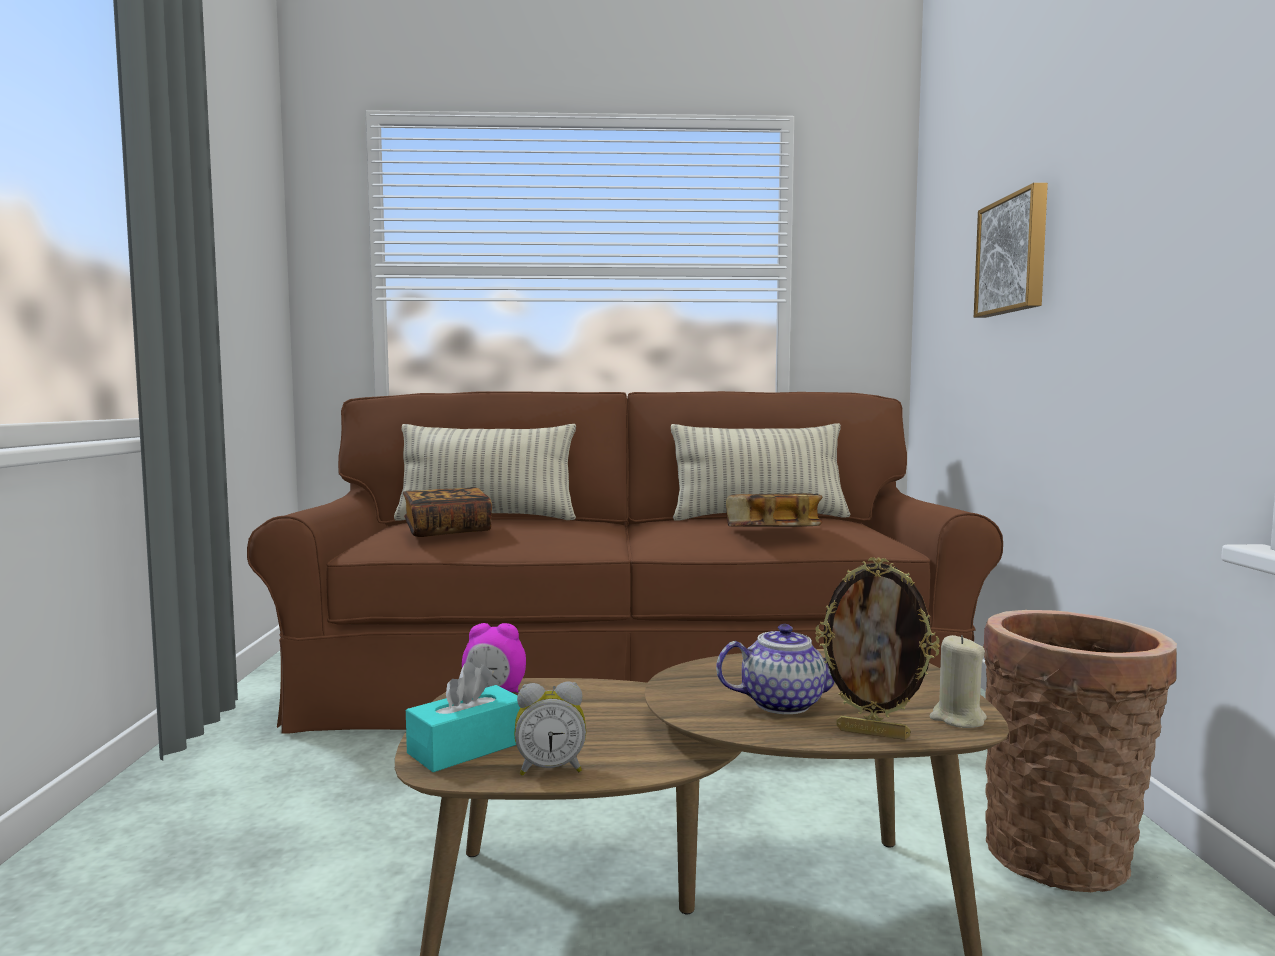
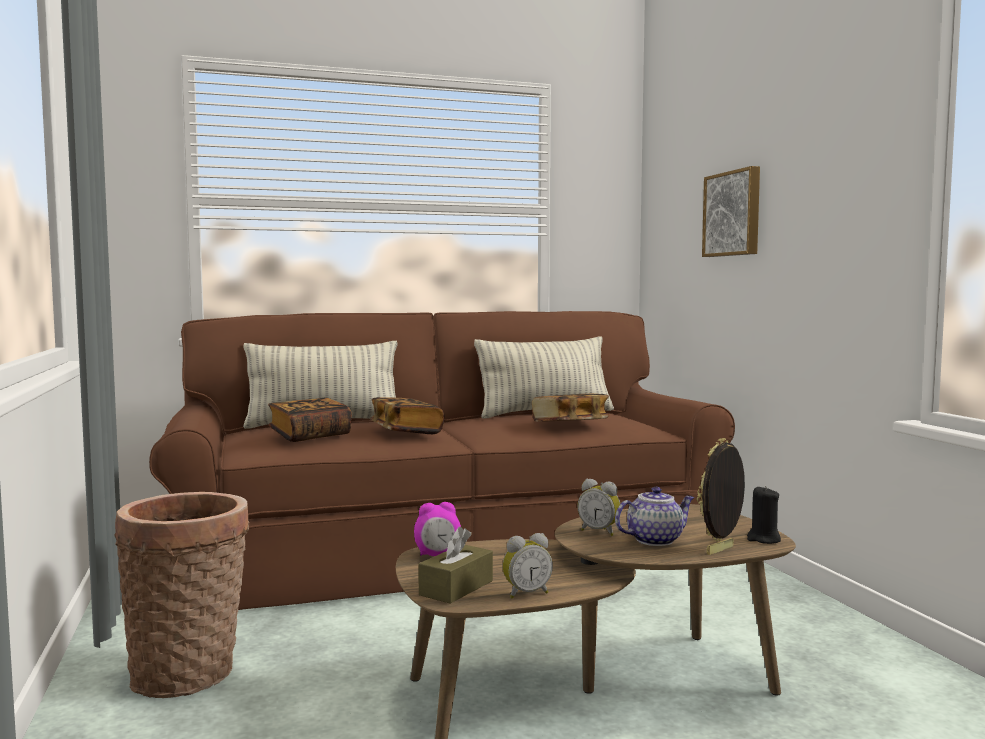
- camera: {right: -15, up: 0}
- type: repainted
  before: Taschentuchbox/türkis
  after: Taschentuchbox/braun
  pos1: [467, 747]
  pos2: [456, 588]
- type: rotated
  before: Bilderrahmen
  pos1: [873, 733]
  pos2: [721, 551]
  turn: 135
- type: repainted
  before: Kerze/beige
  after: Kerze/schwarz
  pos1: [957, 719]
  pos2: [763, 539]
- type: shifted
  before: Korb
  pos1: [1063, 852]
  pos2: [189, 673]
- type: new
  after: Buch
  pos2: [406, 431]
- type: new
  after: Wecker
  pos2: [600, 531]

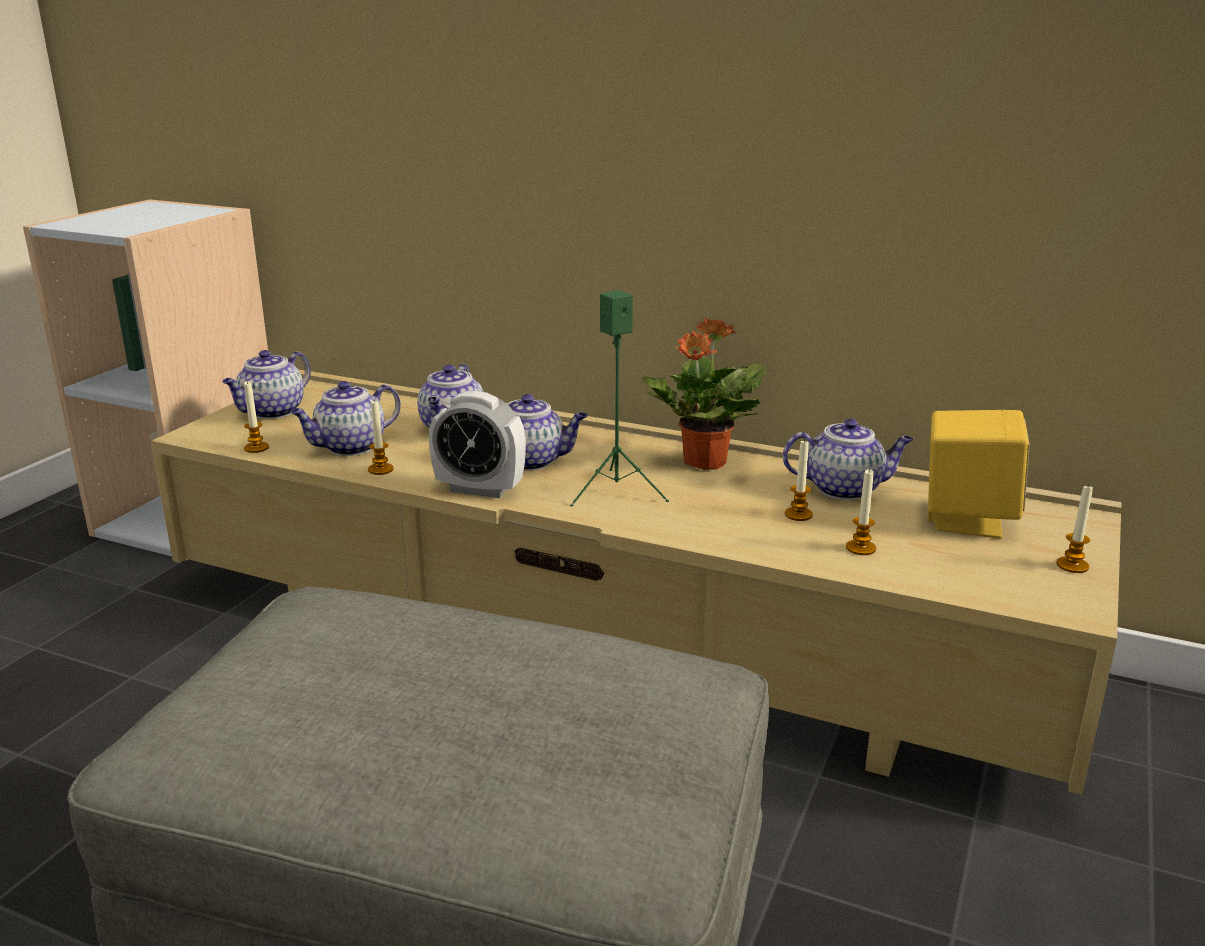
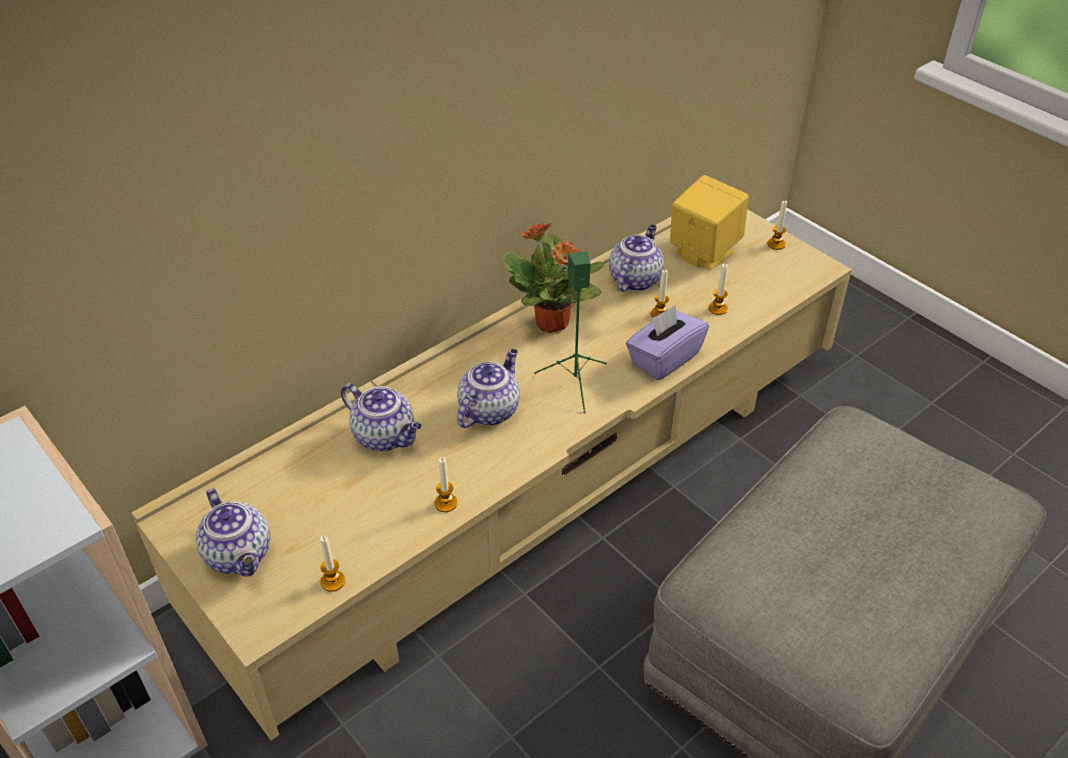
- camera: {right: -65, up: 20}
- type: gone
  before: Teekanne
  pos1: [349, 447]
- type: gone
  before: Wecker
  pos1: [479, 489]
- type: new
  after: Taschentuchbox/lila
  pos2: [664, 359]

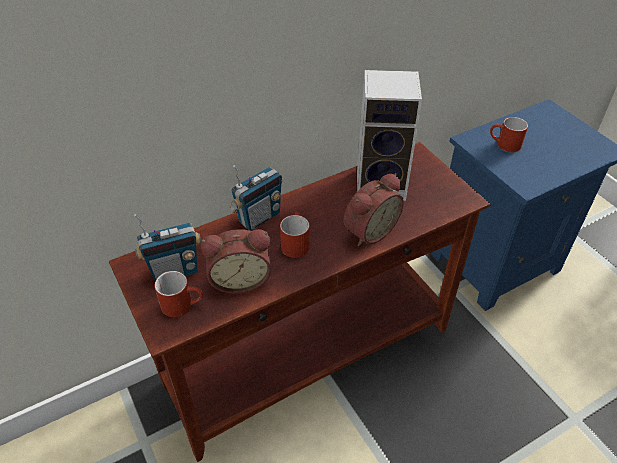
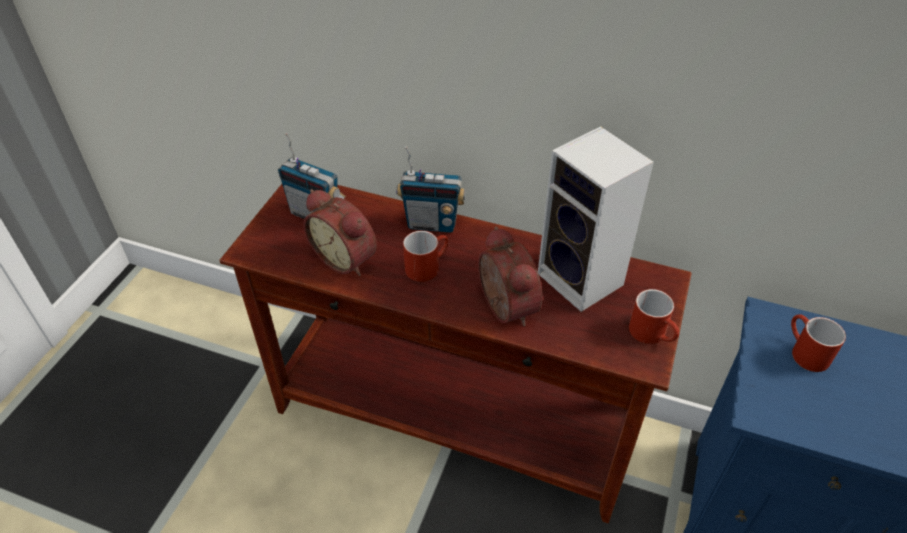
- camera: {right: 50, up: 0}
- type: shifted
  before: Henkelbecher/rot
  pos1: [183, 304]
  pos2: [653, 334]
- type: rotated
  before: Wecker
  pos1: [368, 230]
  pos2: [502, 308]
  turn: -120

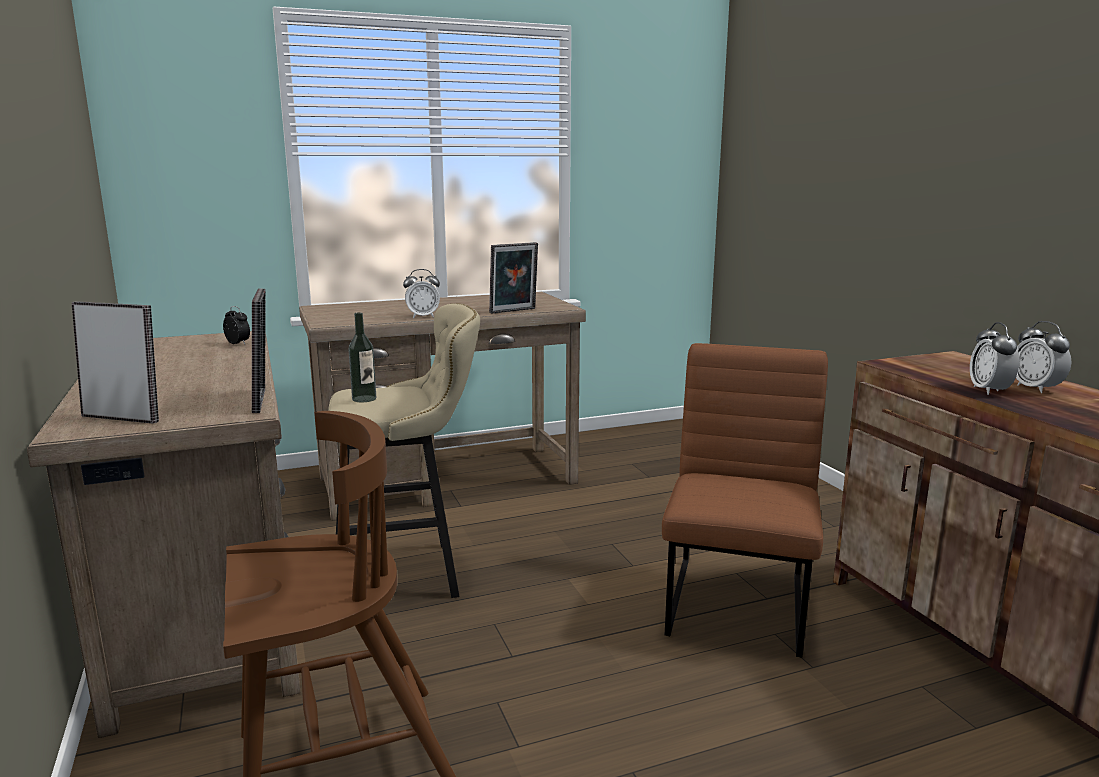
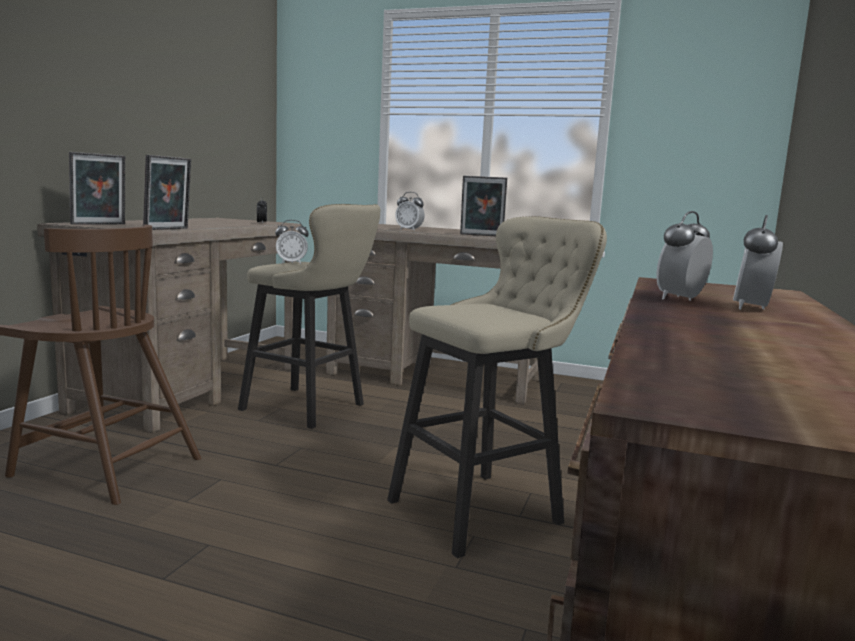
- camera: {right: 40, up: -5}
- type: rotated
  before: Bilderrahmen
  pos1: [124, 417]
  pos2: [99, 224]
  turn: 75
- type: swapped
  before: Flasche
  after: Wecker
  pos1: [364, 399]
  pos2: [291, 263]
- type: swapped
  before: Stuhl/braun
  after: Hocker/beige
  pos1: [738, 601]
  pos2: [490, 507]

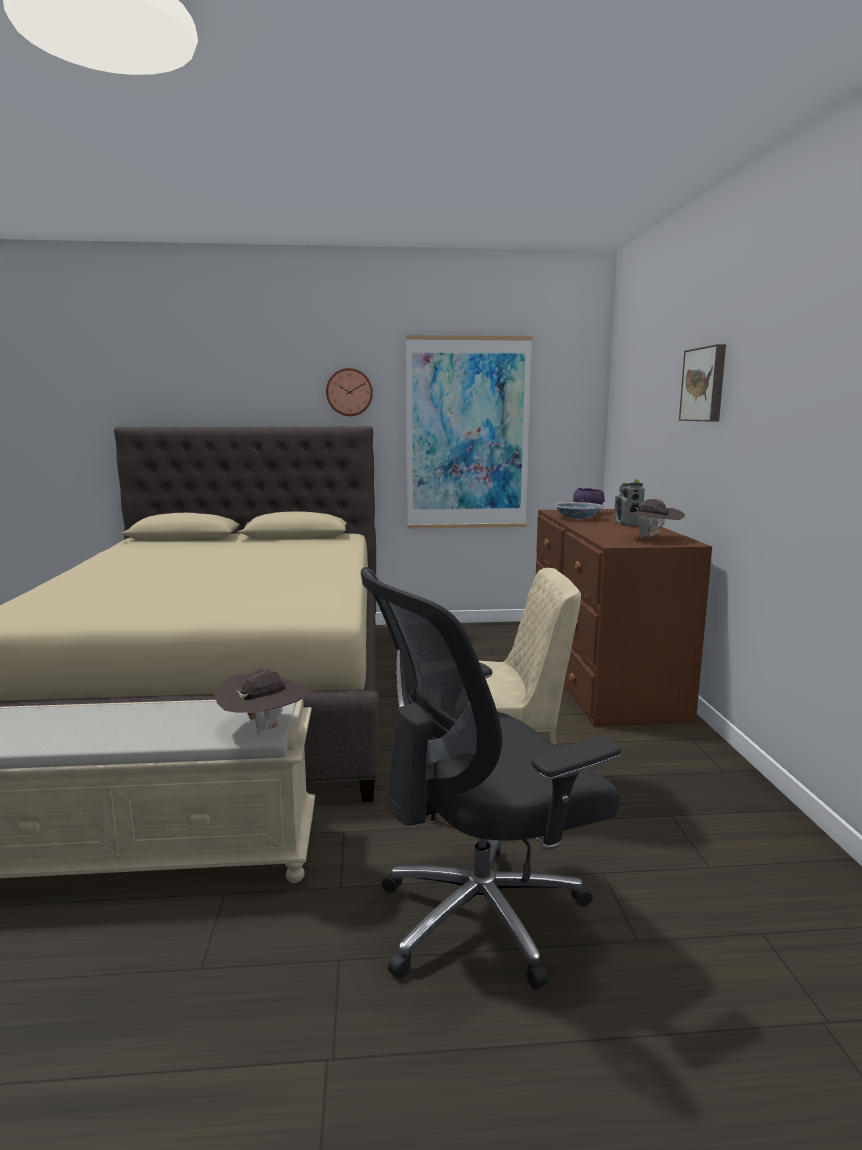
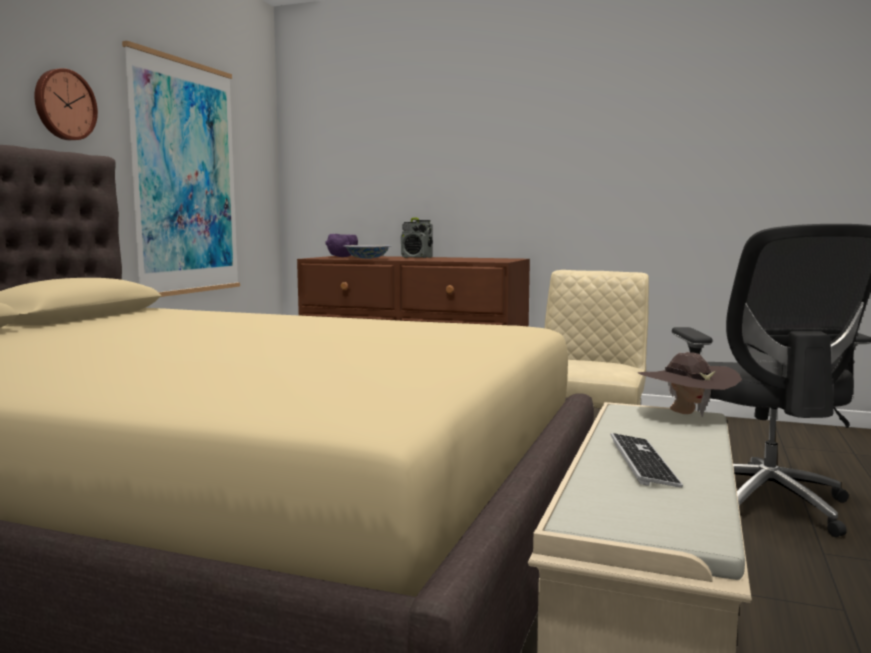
- camera: {right: -65, up: -5}
- type: gone
  before: Hut/braun
  pos1: [651, 539]
- type: gone
  before: Bild
  pos1: [705, 384]
- type: new
  after: Tastatur
  pos2: [643, 462]

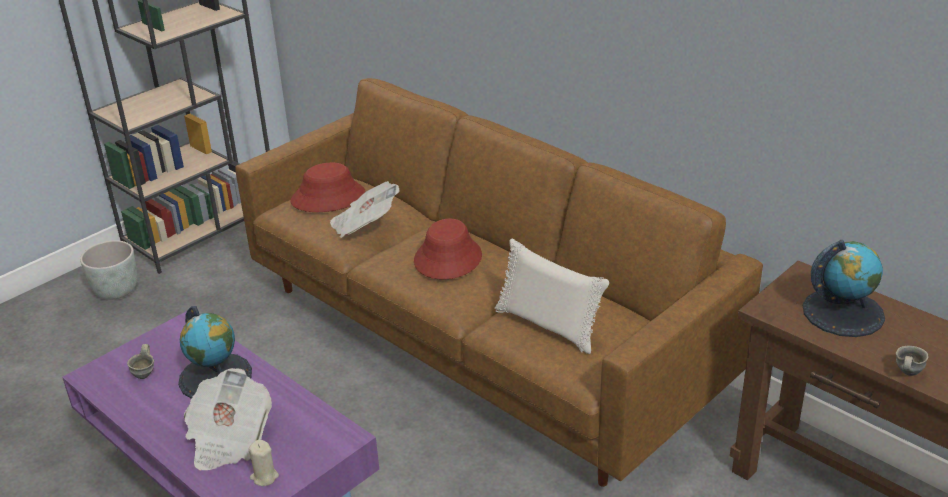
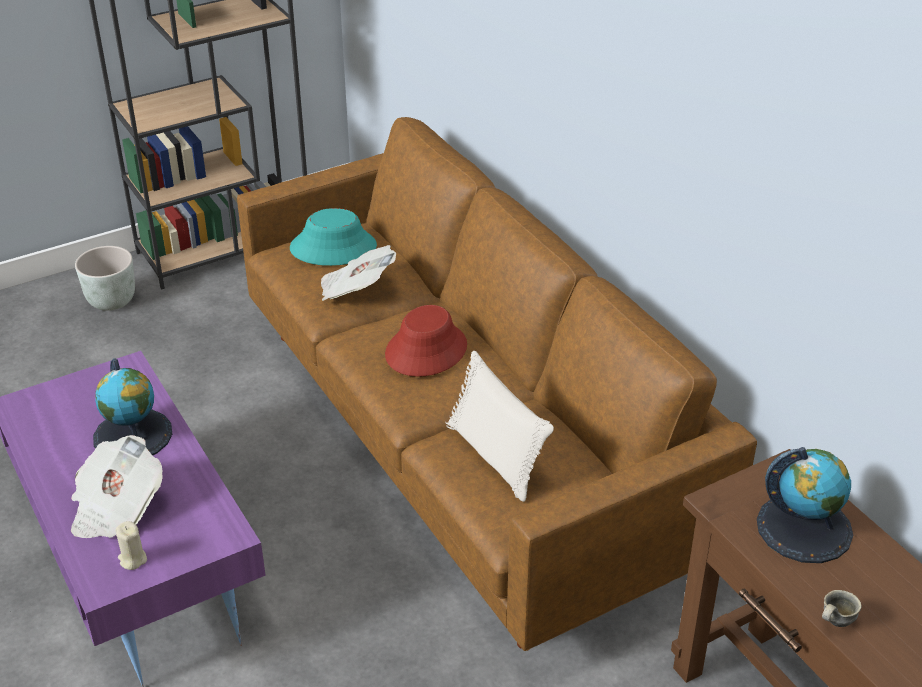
- camera: {right: 15, up: 5}
- type: gone
  before: Henkelbecher/grau
  pos1: [146, 374]
- type: repainted
  before: Hut/rot
  after: Hut/türkis
  pos1: [328, 197]
  pos2: [333, 247]

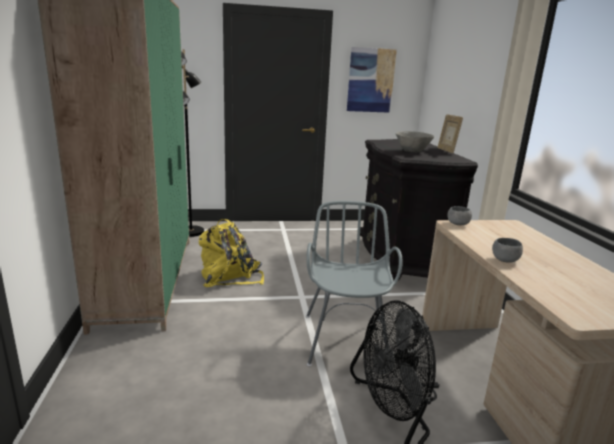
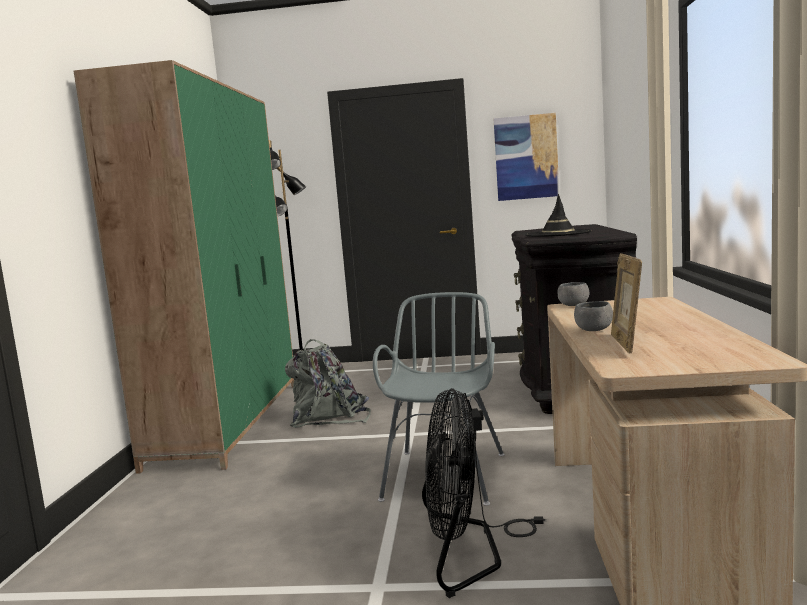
- camera: {right: 15, up: -10}
- type: repainted
  before: Rucksack/gelb
  after: Rucksack/grau
  pos1: [230, 277]
  pos2: [329, 417]
- type: swapped
  before: Schüssel/grau
  after: Hut/schwarz
  pos1: [412, 152]
  pos2: [558, 234]
- type: shifted
  before: Bilderrahmen
  pos1: [446, 151]
  pos2: [626, 344]

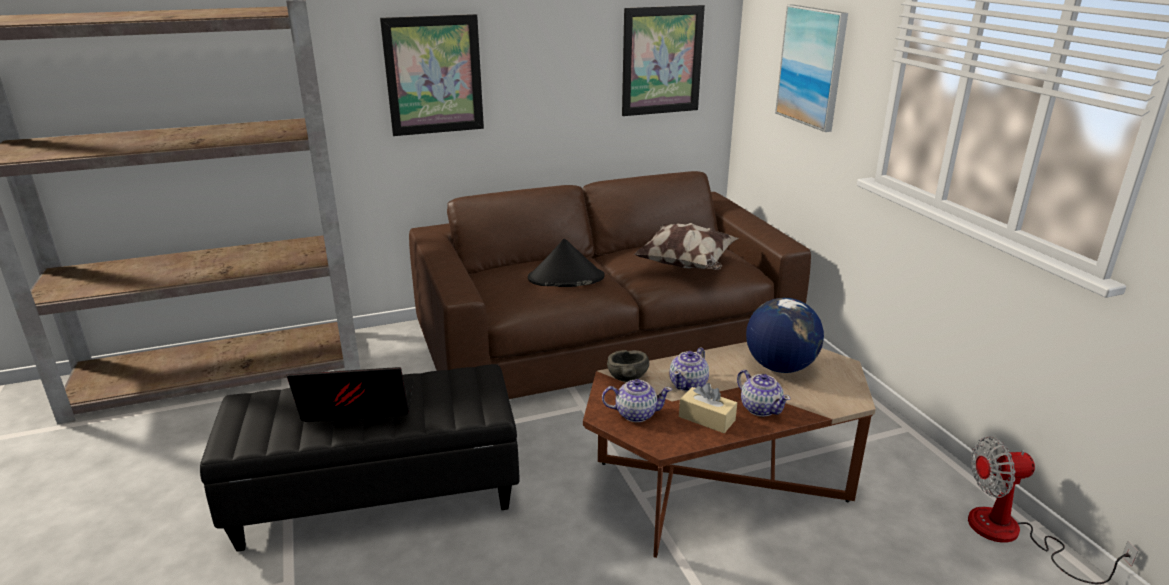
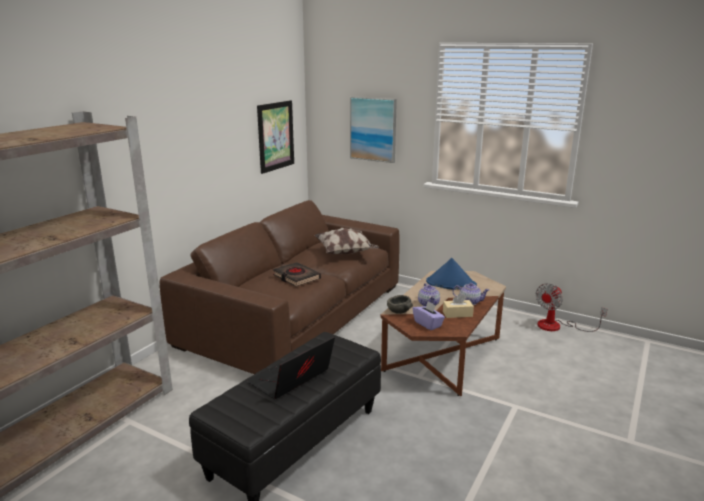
- camera: {right: -40, up: -5}
- type: gone
  before: Bild
  pos1: [434, 75]
- type: swapped
  before: Hut/schwarz
  after: Buch/schwarz
  pos1: [565, 278]
  pos2: [296, 277]
- type: swapped
  before: Teekanne
  after: Taschentuchbox/lila
  pos1: [635, 414]
  pos2: [428, 324]
- type: swapped
  before: Globus
  after: Hut/blau
  pos1: [780, 367]
  pos2: [450, 283]

